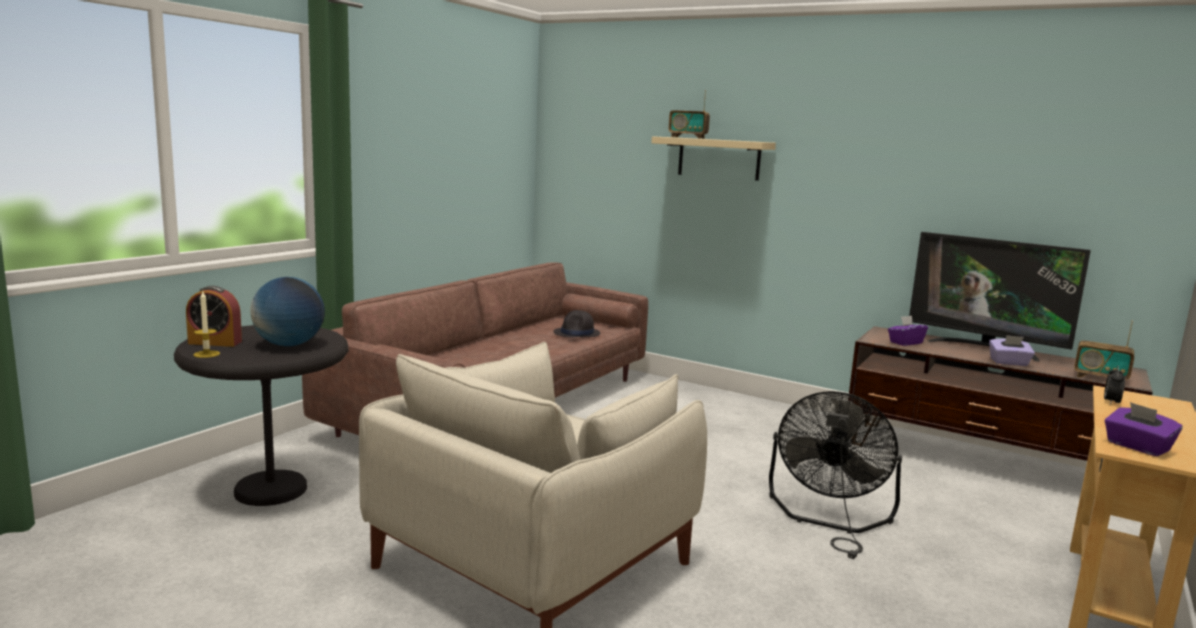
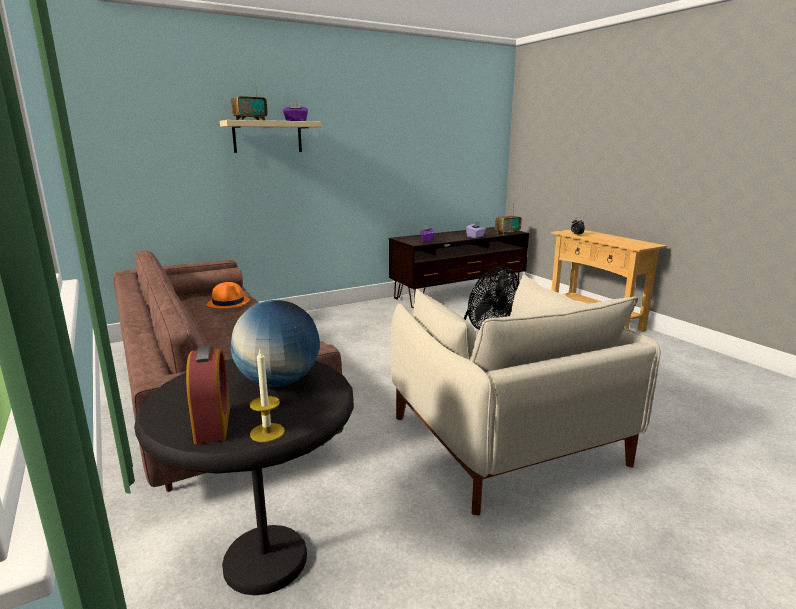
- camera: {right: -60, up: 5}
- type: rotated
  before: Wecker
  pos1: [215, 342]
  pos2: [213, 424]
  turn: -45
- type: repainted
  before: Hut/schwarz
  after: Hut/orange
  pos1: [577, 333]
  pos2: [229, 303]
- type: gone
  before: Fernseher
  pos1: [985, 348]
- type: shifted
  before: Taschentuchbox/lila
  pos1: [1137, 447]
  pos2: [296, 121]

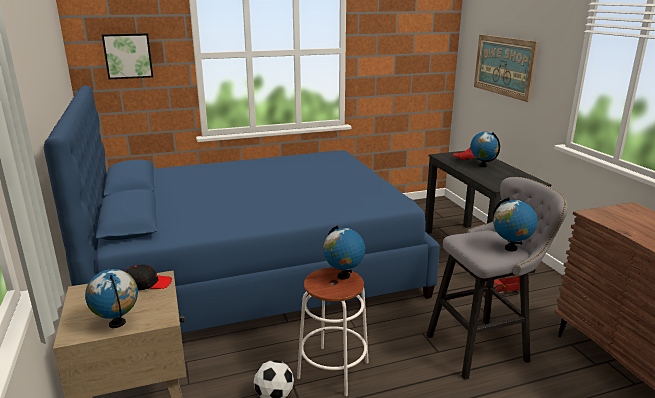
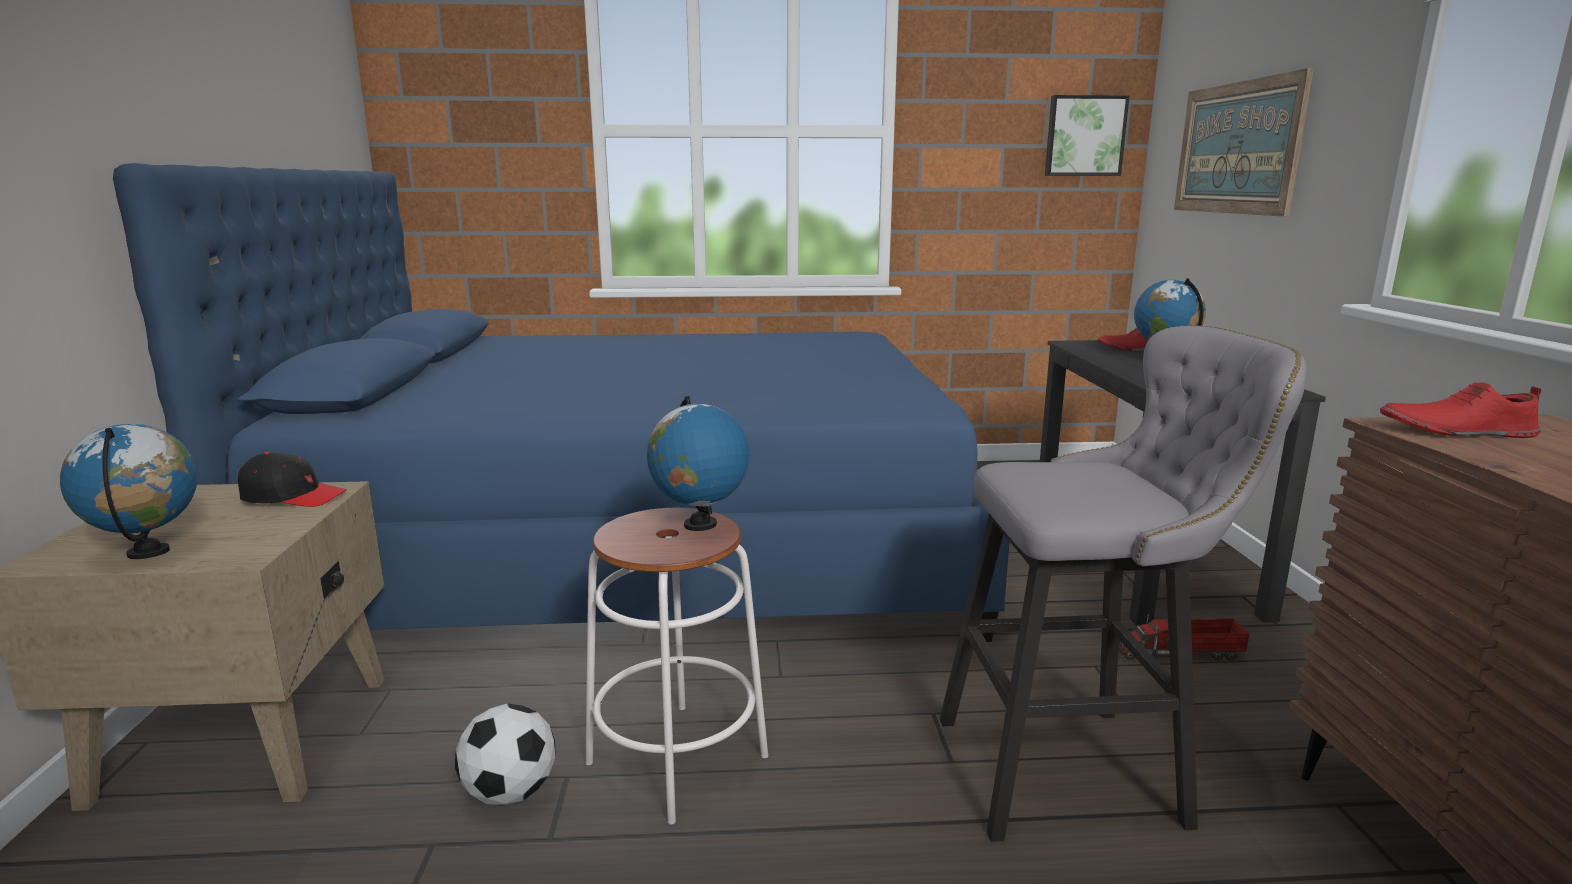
- camera: {right: 15, up: -5}
- type: shifted
  before: Bild
  pos1: [128, 56]
  pos2: [1084, 136]
- type: gone
  before: Globus
  pos1: [510, 248]
- type: new
  after: Schuh/rot
  pos2: [1455, 431]

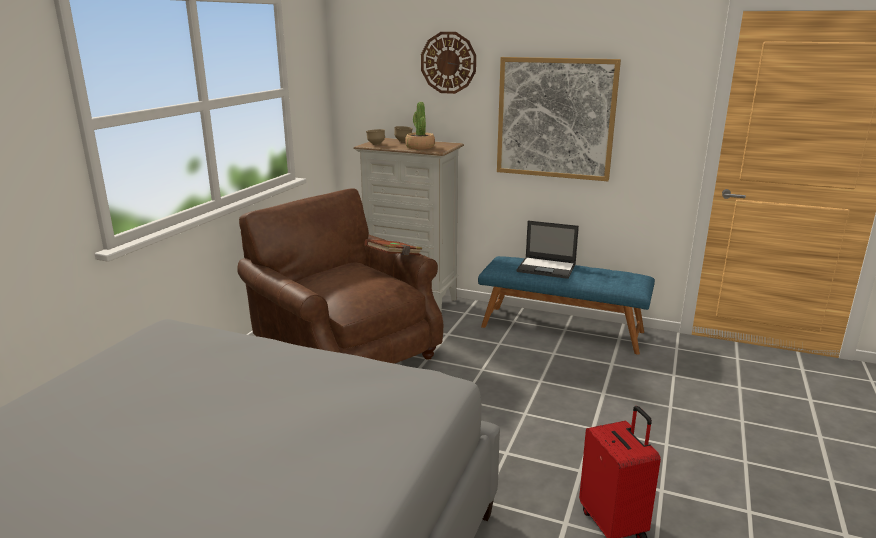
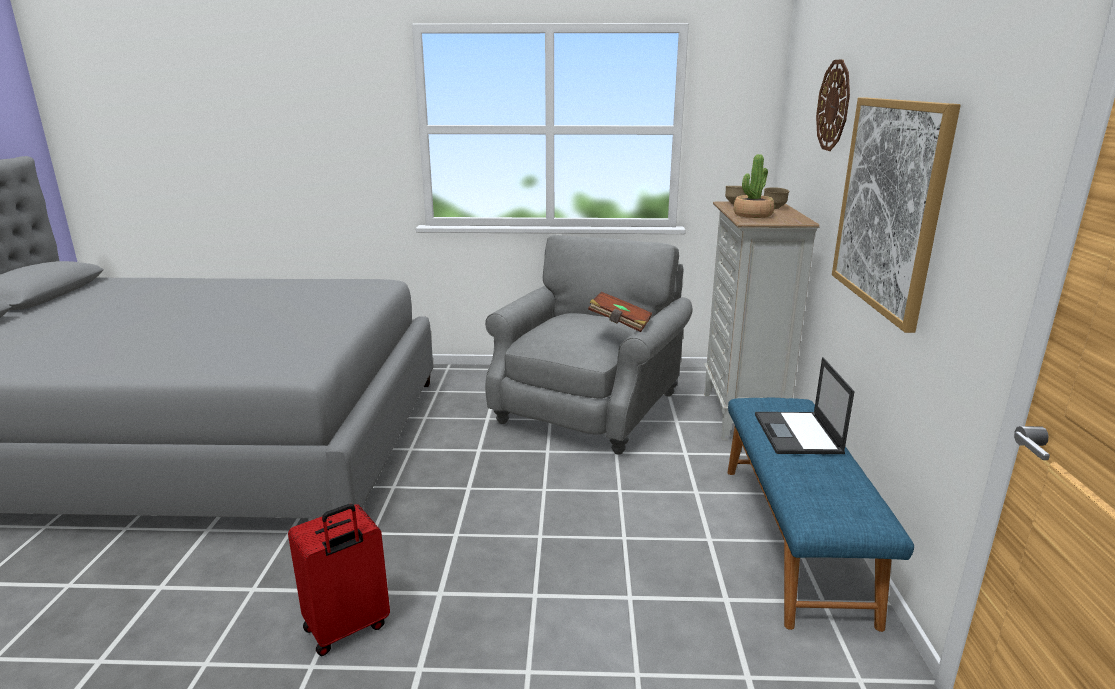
- camera: {right: 70, up: 0}
- type: repainted
  before: Sessel/braun
  after: Sessel/grau
  pos1: [345, 353]
  pos2: [589, 408]

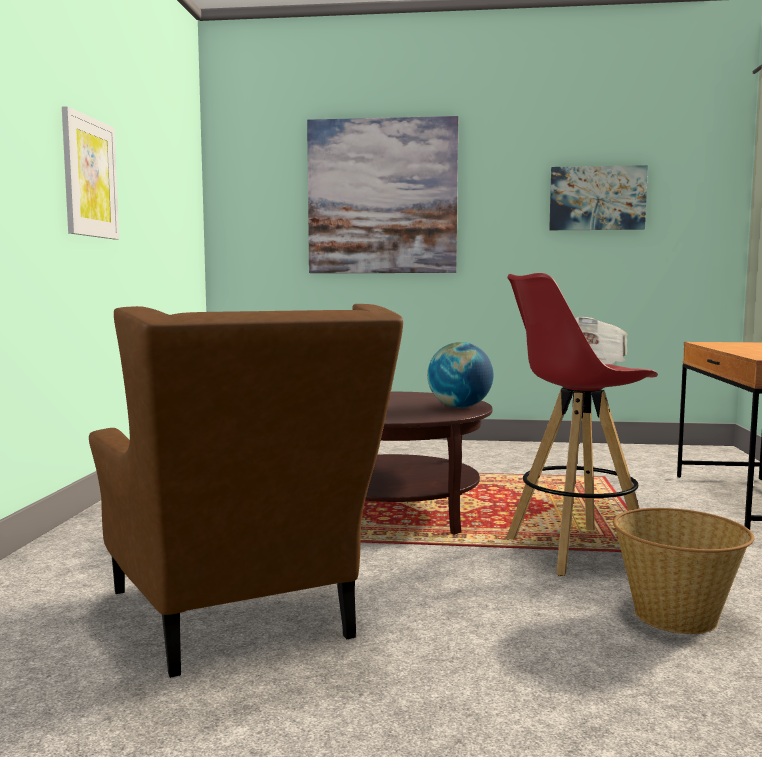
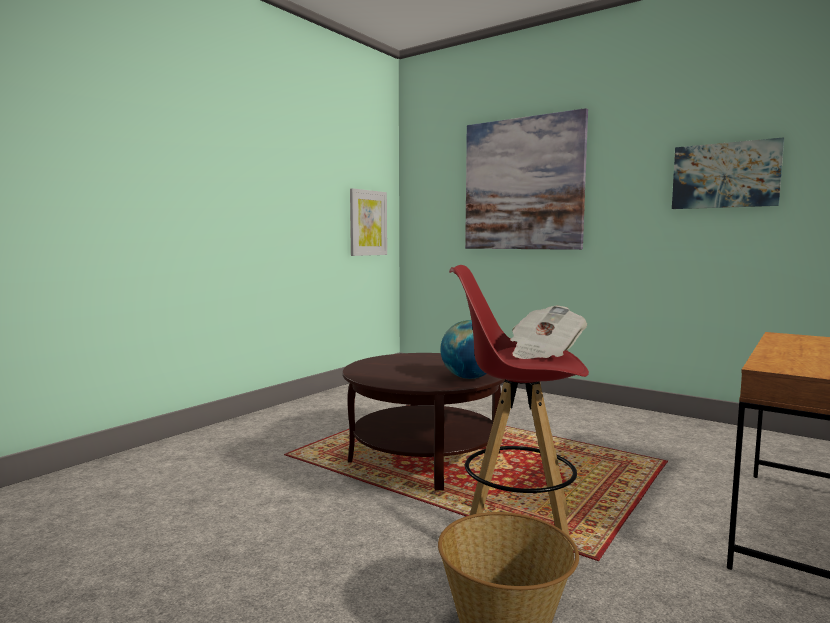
- camera: {right: 30, up: 0}
- type: shifted
  before: Bild
  pos1: [89, 177]
  pos2: [368, 223]
- type: gone
  before: Sessel/braun
  pos1: [245, 620]

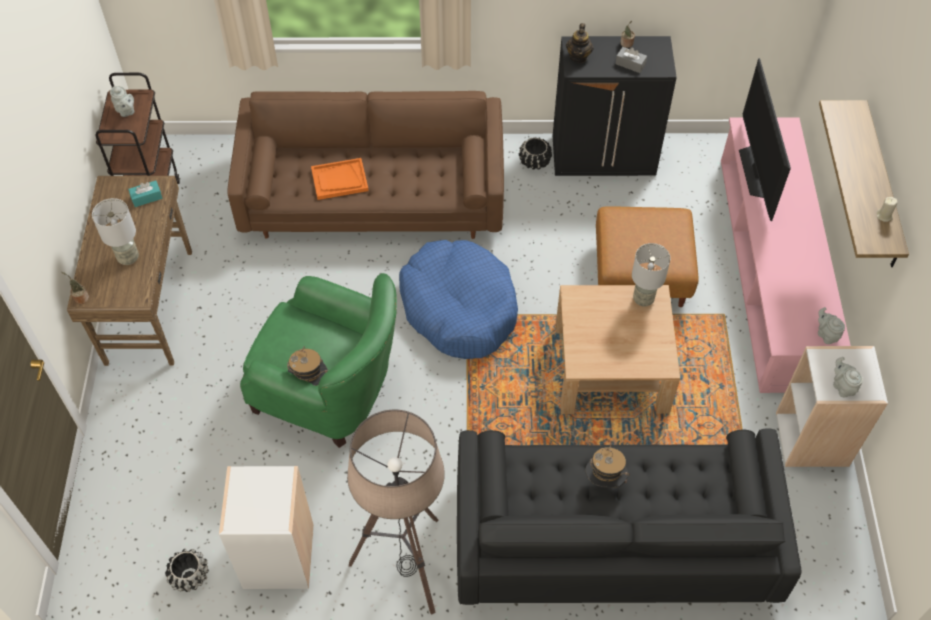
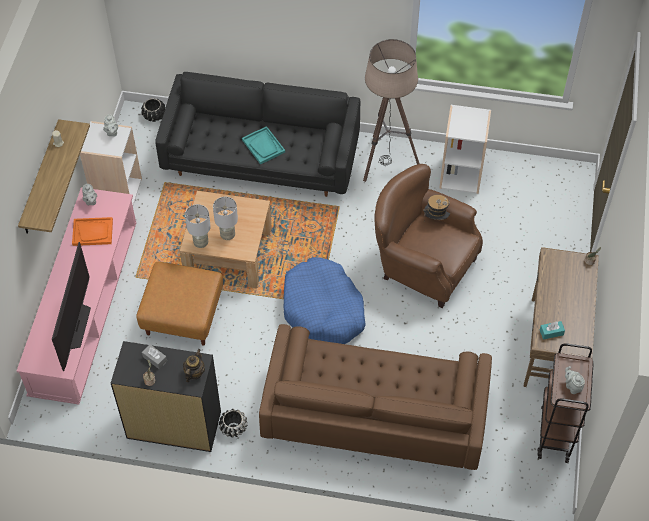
- camera: {right: -170, up: 0}
- type: shifted
  before: Tischlampe/grau
  pos1: [128, 257]
  pos2: [228, 235]
- type: shifted
  before: Pflanzkübel/schwarz
  pos1: [189, 576]
  pos2: [154, 115]
- type: repainted
  before: Sessel/grün
  after: Sessel/braun
  pos1: [329, 391]
  pos2: [423, 265]
- type: shifted
  before: Tablett/orange
  pos1: [339, 180]
  pos2: [93, 232]
- type: swapped
  before: Hut
  after: Tablett/türkis
  pos1: [604, 481]
  pos2: [263, 146]

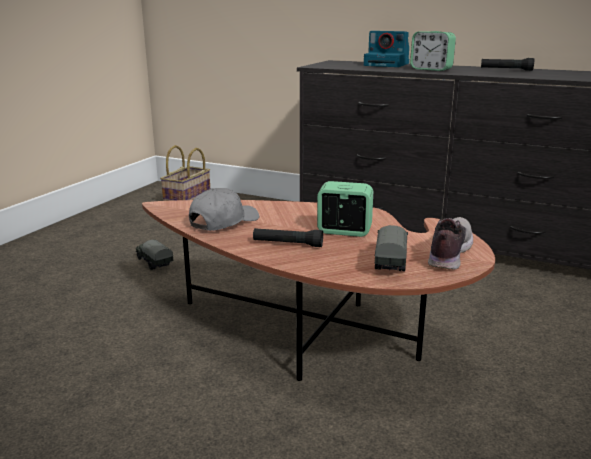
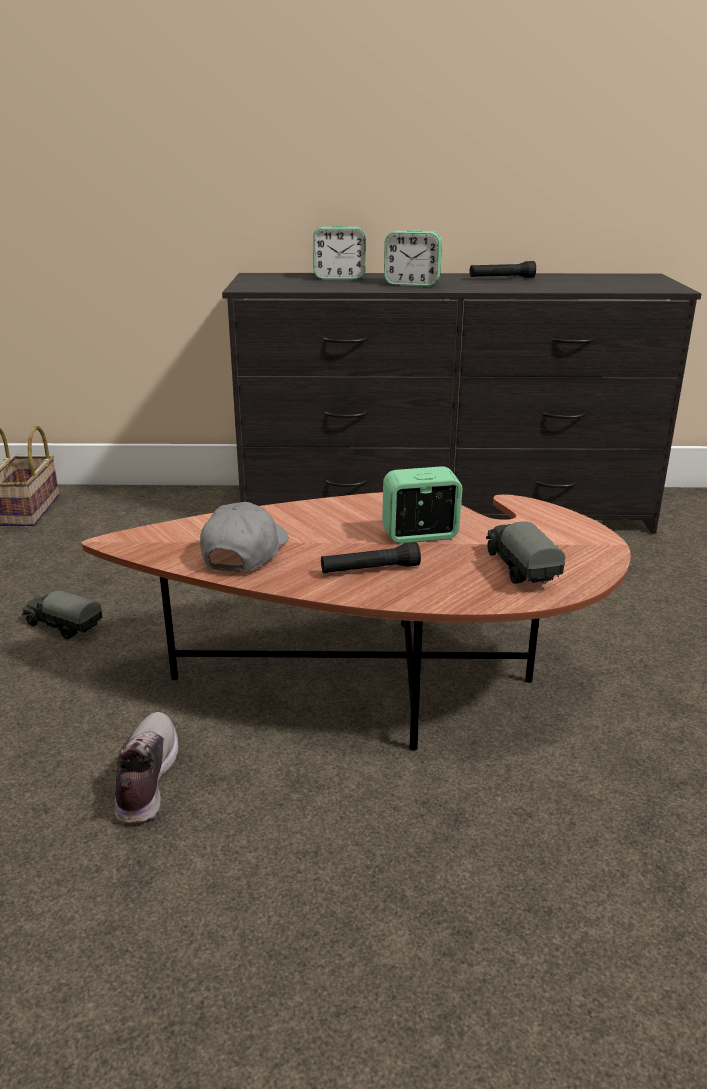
- camera: {right: -25, up: 5}
- type: swapped
  before: Kamera
  after: Wecker
  pos1: [388, 64]
  pos2: [339, 277]
- type: shifted
  before: Schuh
  pos1: [448, 253]
  pos2: [144, 779]

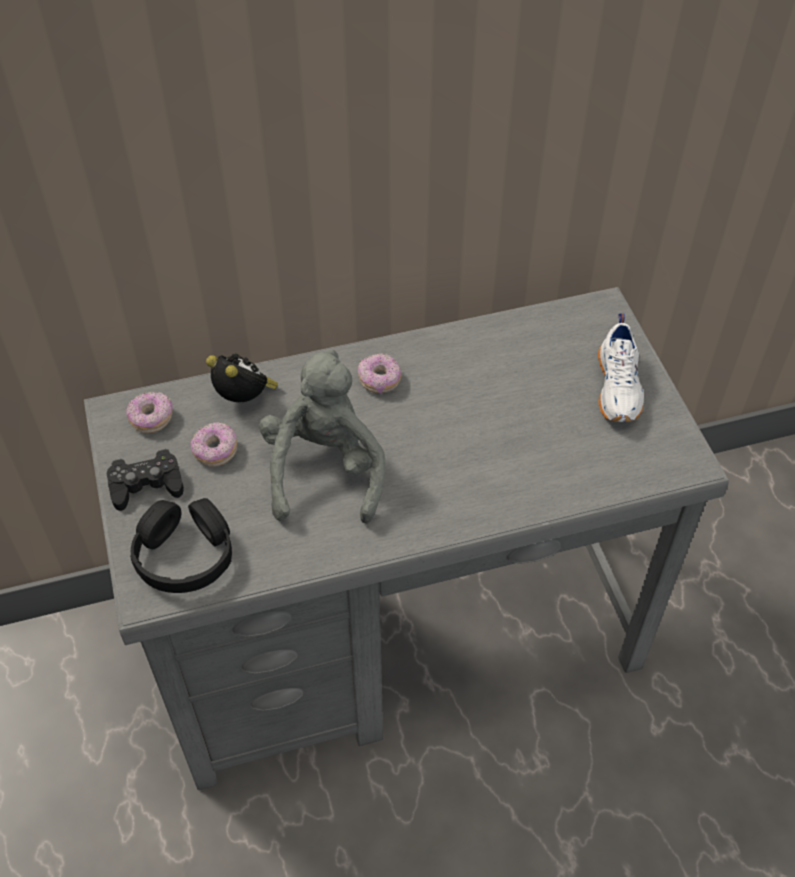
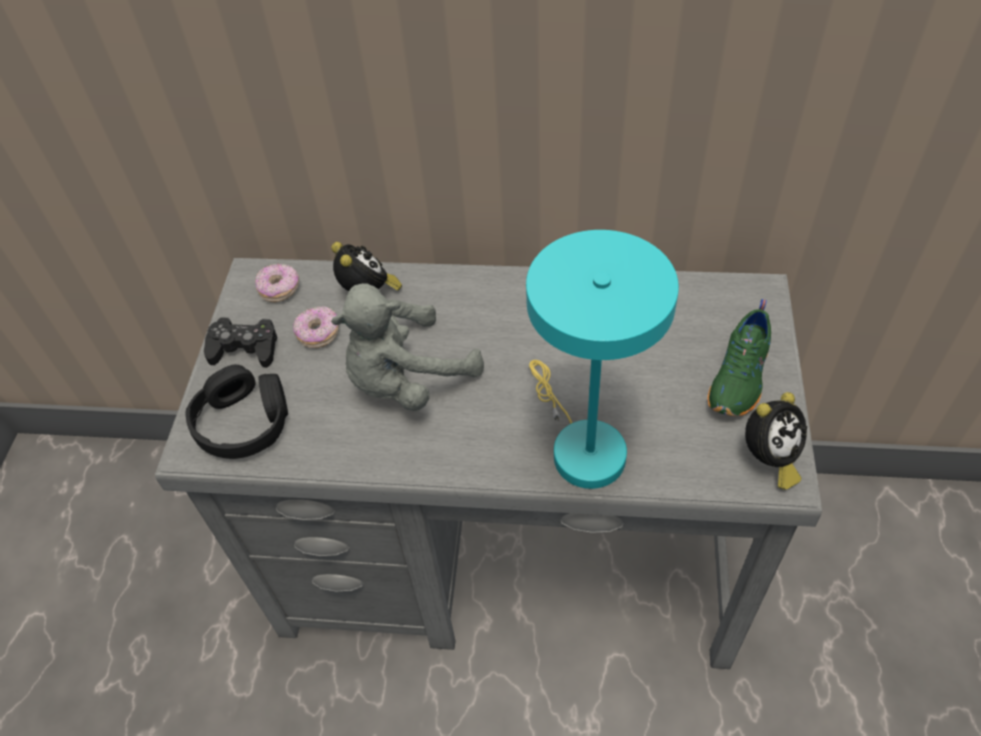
- camera: {right: 25, up: 0}
- type: rotated
  before: Plüschtier/grau
  pos1: [324, 470]
  pos2: [406, 379]
  turn: -150
- type: gone
  before: Donut
  pos1: [379, 380]
- type: repainted
  before: Schuh/weiß
  after: Schuh/grün
  pos1: [619, 387]
  pos2: [741, 377]
- type: new
  after: Tischlampe/türkis
  pos2: [581, 446]
- type: new
  after: Wecker
  pos2: [769, 459]

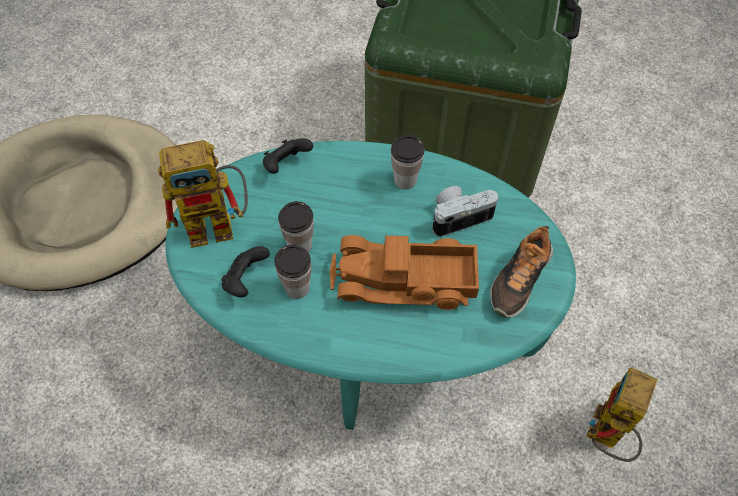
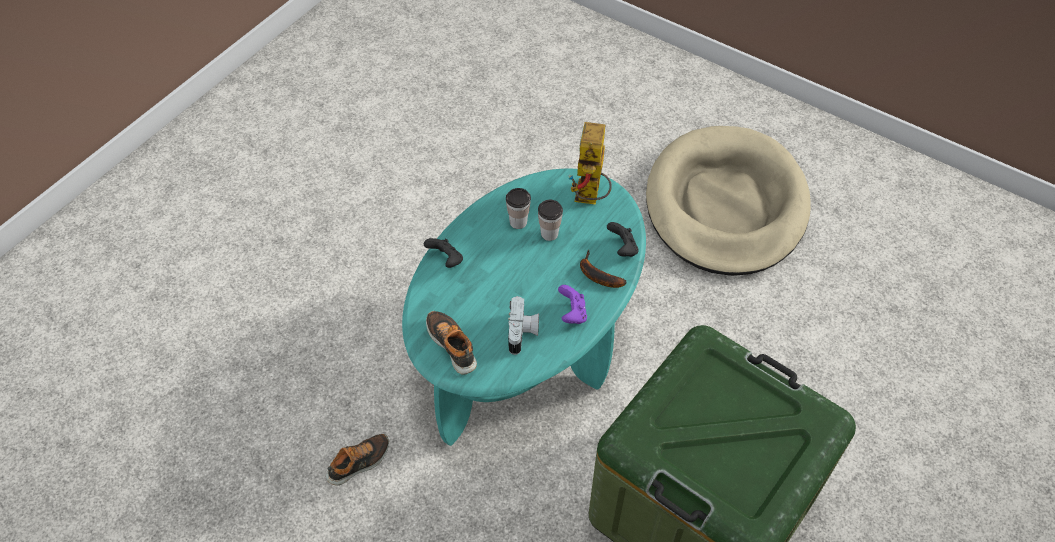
- camera: {right: 115, up: -5}
- type: shifted
  before: Gamepad/schwarz
  pos1: [246, 280]
  pos2: [446, 260]
- type: gone
  before: Spielzeuglaster
  pos1: [404, 282]
- type: swapped
  before: Tasse
  after: Gamepad/lila
  pos1: [405, 180]
  pos2: [572, 313]
- type: swapped
  before: Spielzeugroboter
  after: Schuh
  pos1: [606, 437]
  pos2: [359, 462]
- type: new
  after: Banane
  pos2: [597, 275]

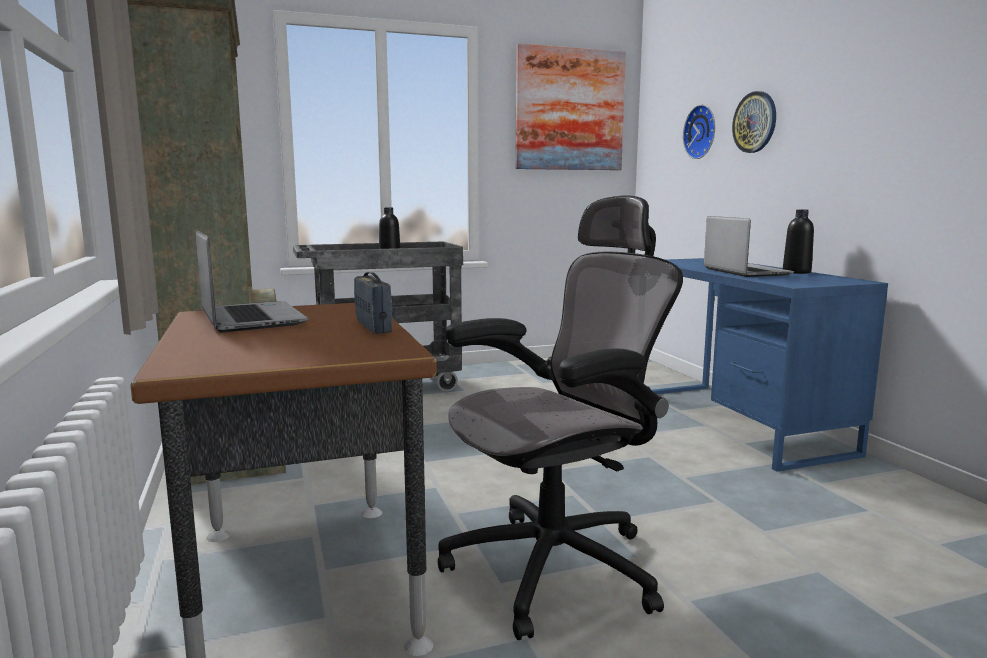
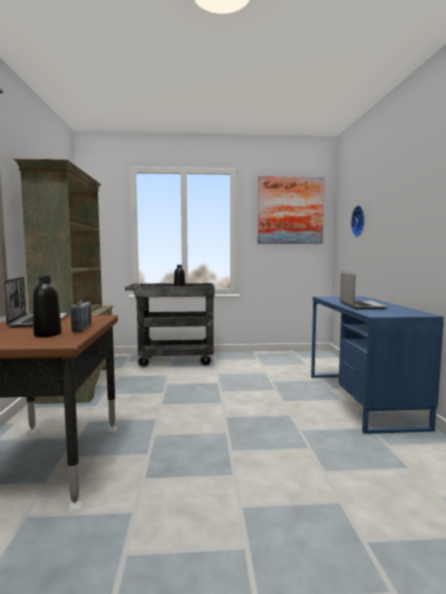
- camera: {right: 15, up: -5}
- type: gone
  before: Bürostuhl
  pos1: [554, 568]
- type: gone
  before: Wanduhr
  pos1: [755, 122]
- type: shifted
  before: Flasche/schwarz
  pos1: [796, 272]
  pos2: [47, 334]

